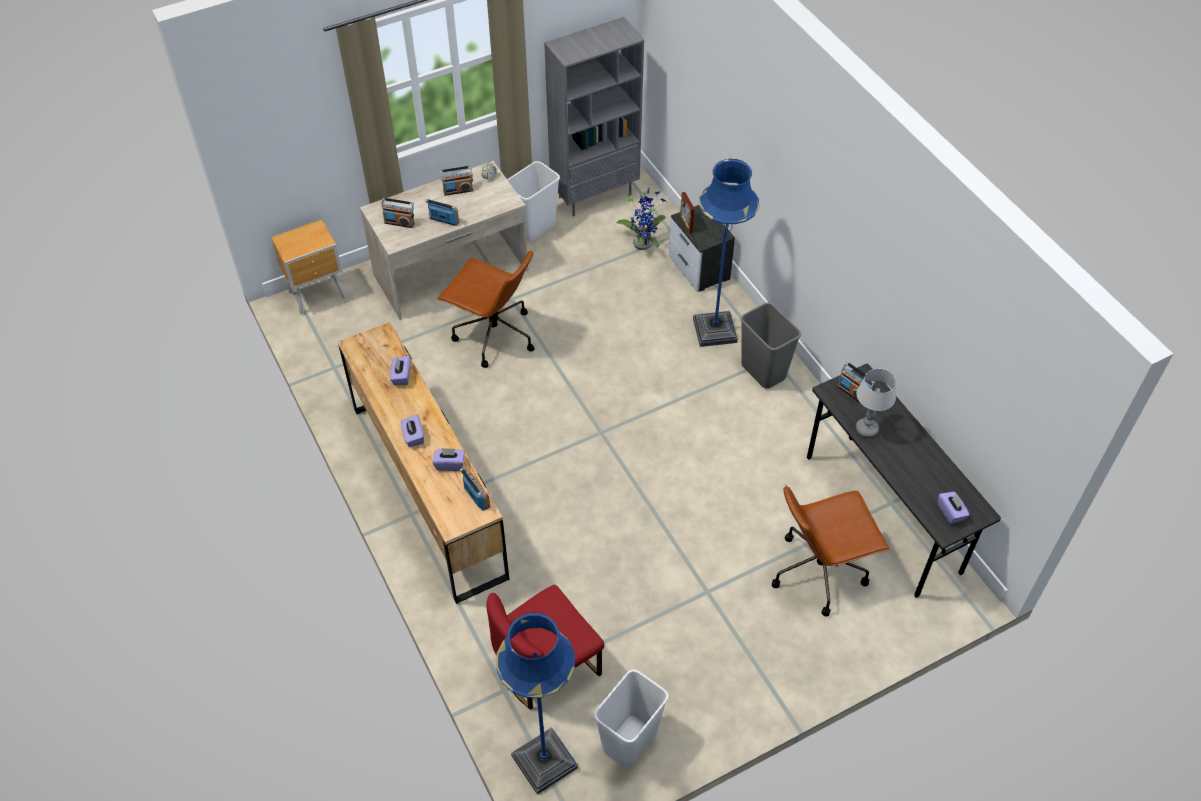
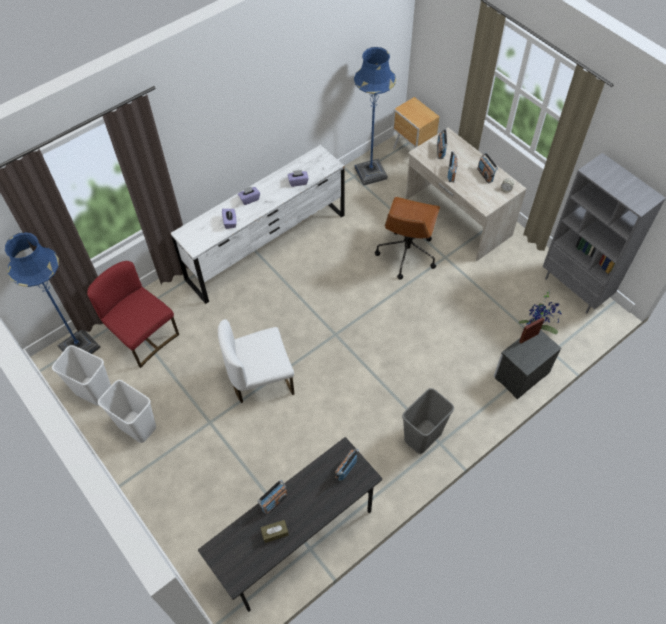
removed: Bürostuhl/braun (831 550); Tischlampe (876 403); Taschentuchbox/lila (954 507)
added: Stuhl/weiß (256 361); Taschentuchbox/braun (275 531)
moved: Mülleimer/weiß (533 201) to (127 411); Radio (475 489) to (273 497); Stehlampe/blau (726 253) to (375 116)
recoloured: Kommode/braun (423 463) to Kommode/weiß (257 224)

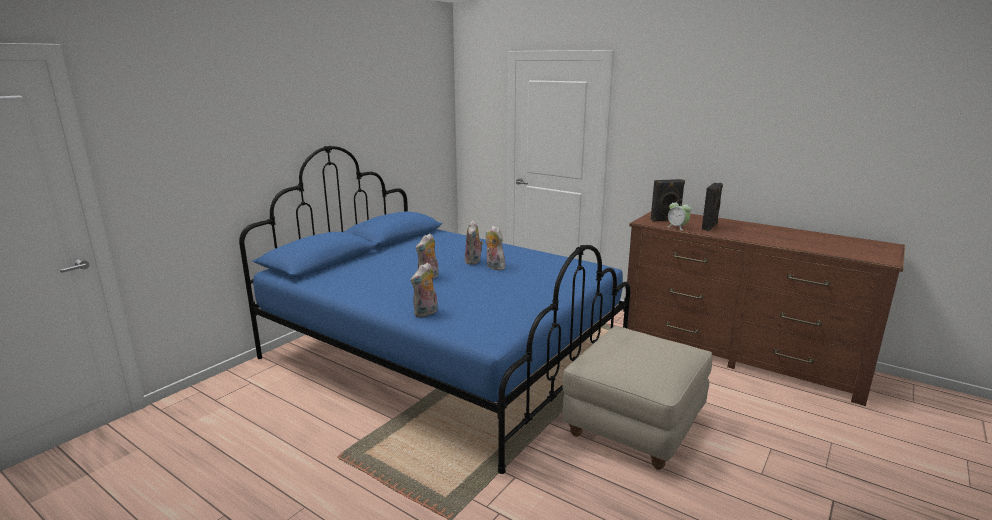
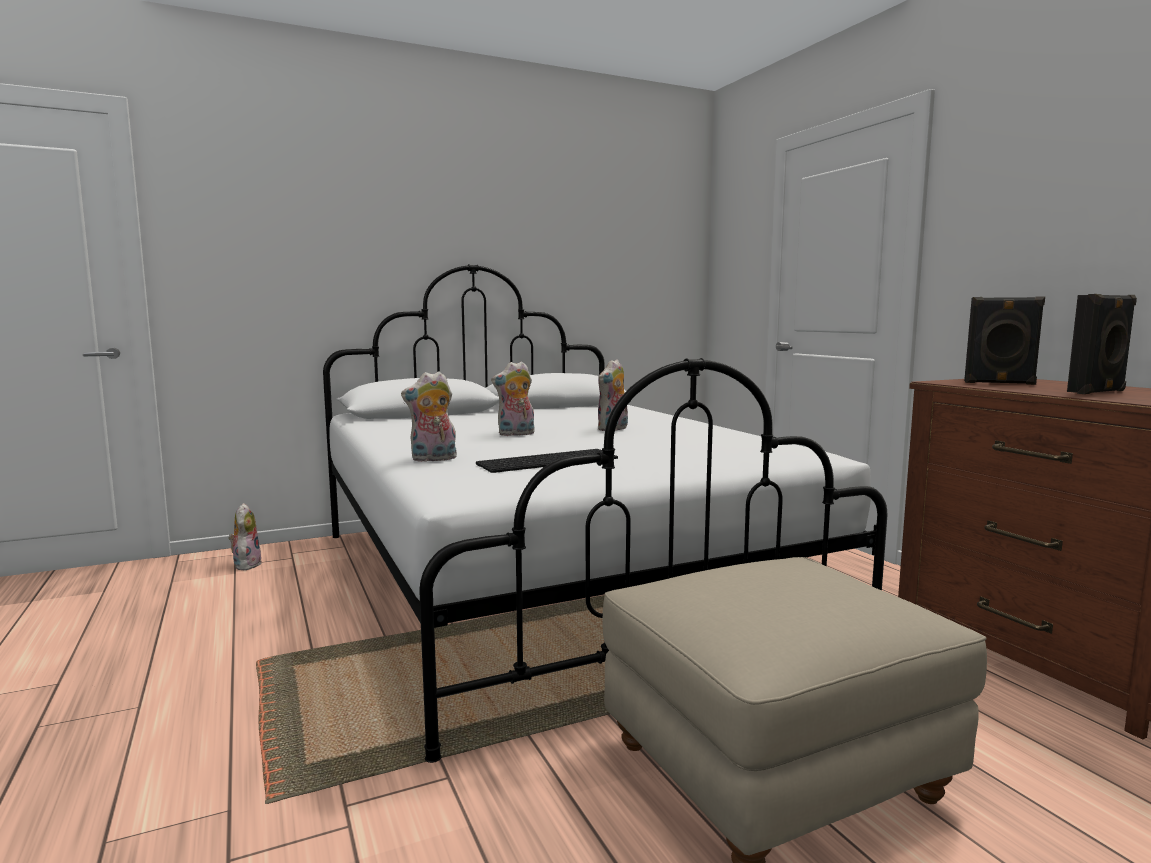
removed: Wecker (678 215)
added: Tastatur (547 461)
moved: Plüschtier (495 248) to (245 536)
recoloured: Bett/blau (435 309) to Bett/weiß (605 513)

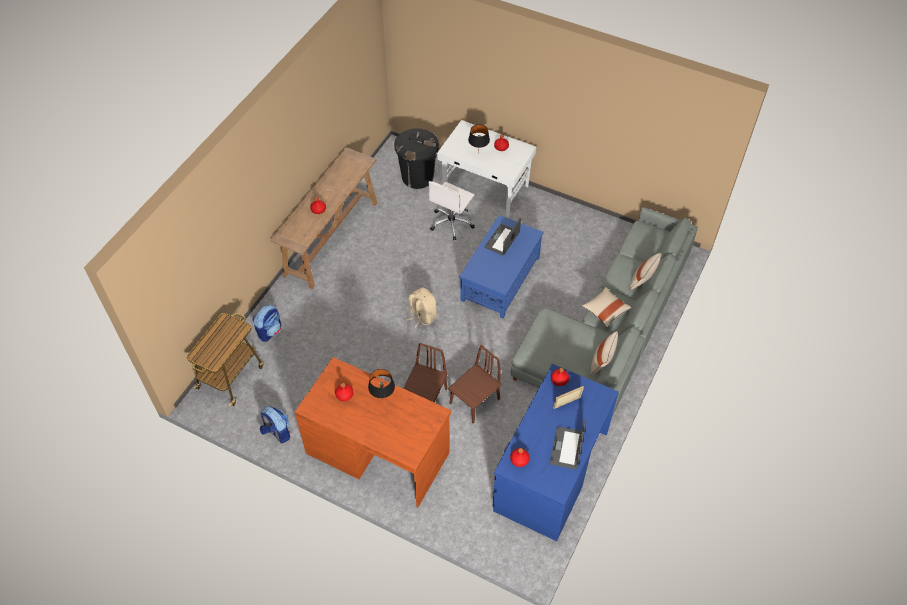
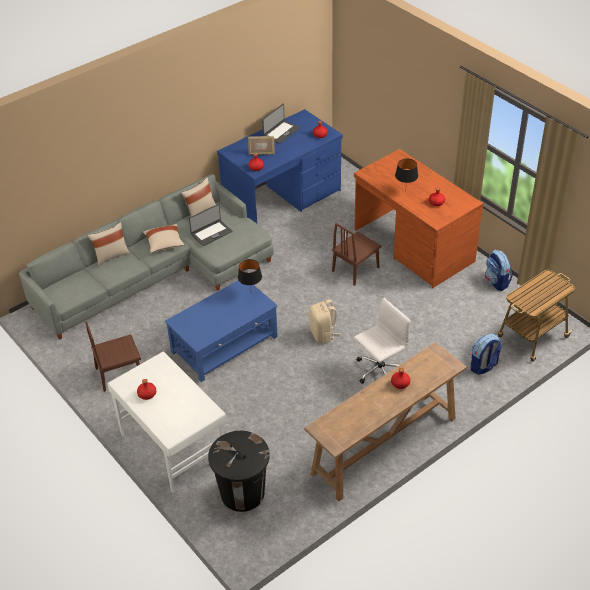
moved: Stuhl/braun (474 384) to (113 356); Laptop (503 236) to (210 225); Tischlampe/schwarz (479 136) to (250 273); Bürostuhl/weiß (451 210) to (382 341)

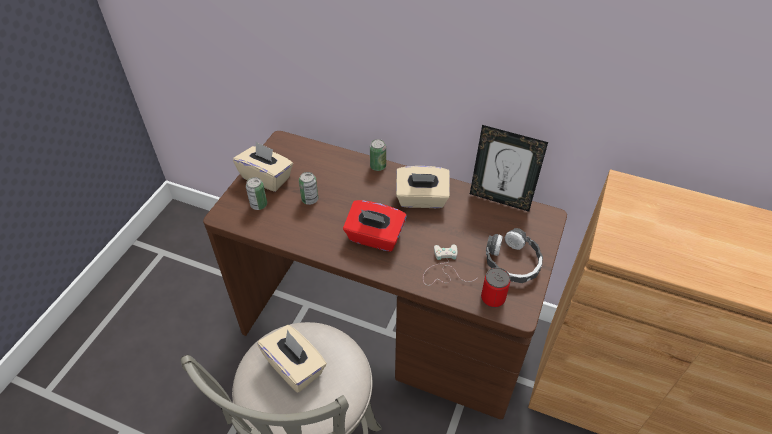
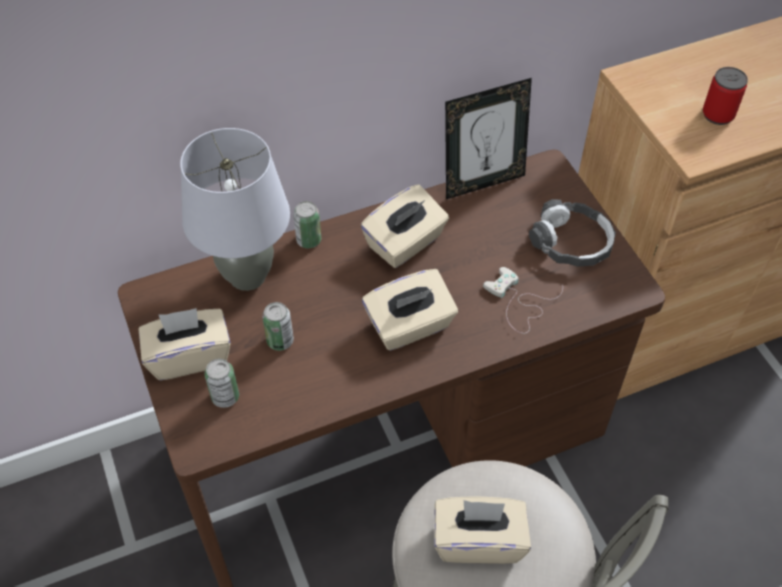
added: Tischlampe/grau (235 209)
moved: Dose (495 287) to (725 96)
recoloured: Taschentuchbox/rot (375 226) to Taschentuchbox/beige (410 310)

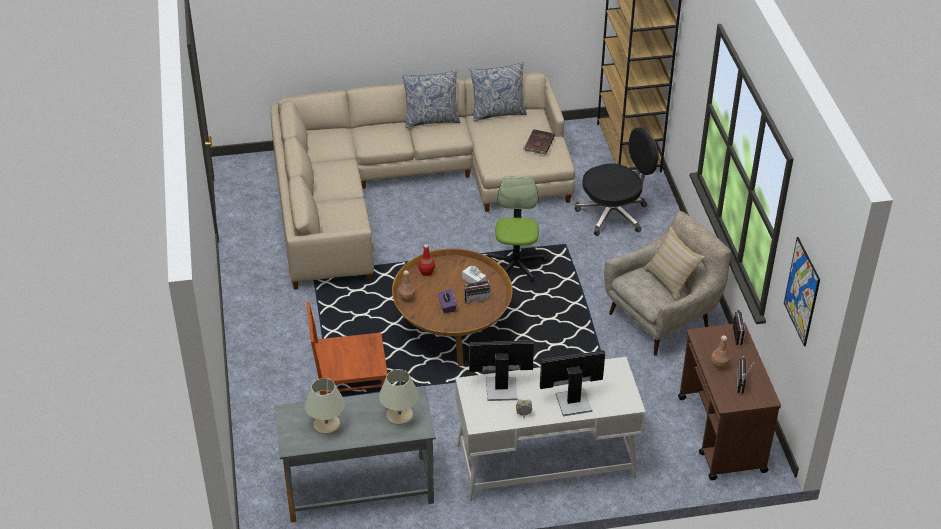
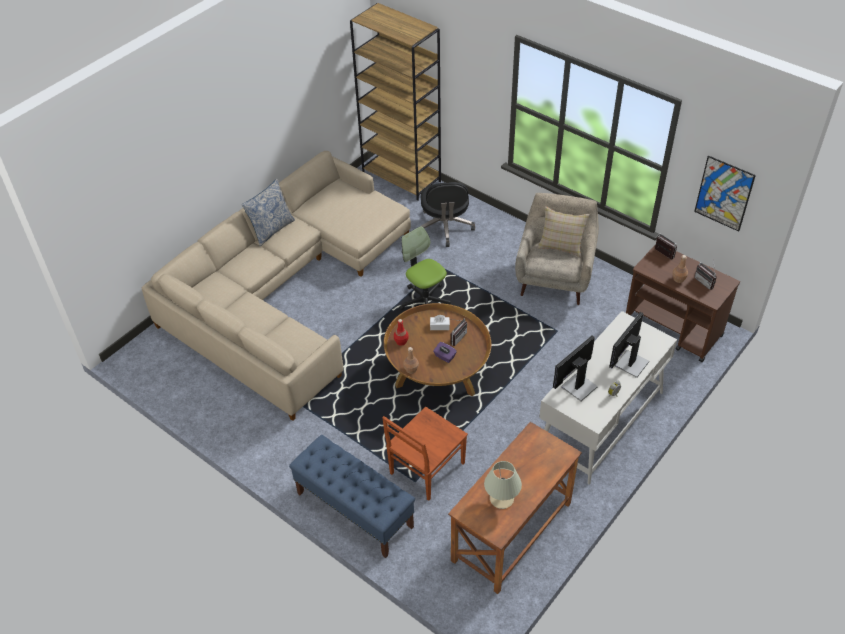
removed: Tischlampe/beige (399 397); Kissen (498 91); Buch/braun (539 141)
added: Bank/blau (352 496)
recoloured: Schreibtisch/grau (355 455) to Schreibtisch/braun (515 508)
turned: Bürostuhl/schwarz (616 182) = (448 214) 150 degrees clockwise

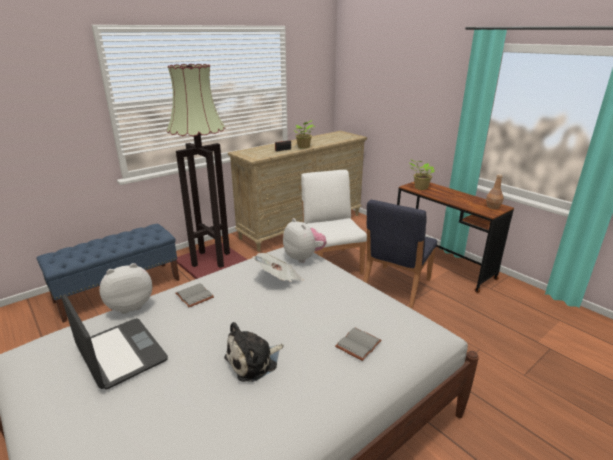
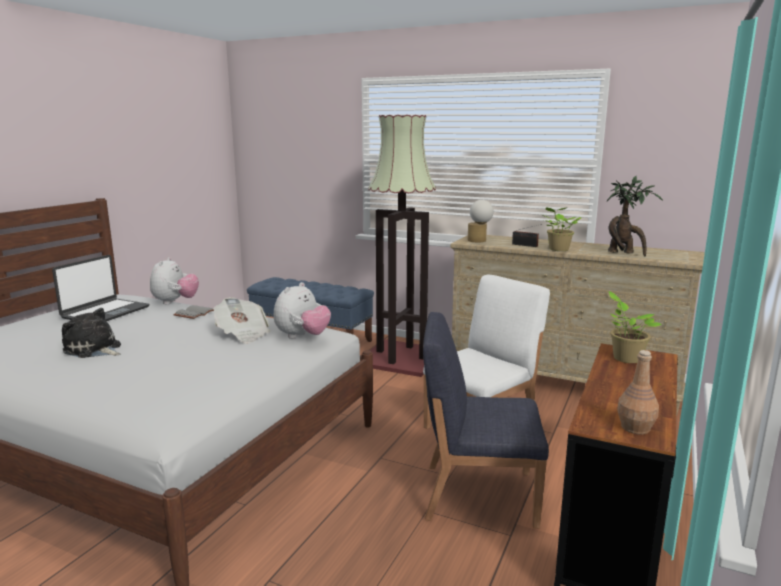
removed: Buch/grau (358 344)
added: Tischlampe (481 221); Topfpflanze (635 215)
turned: Plüschtier (125 288) = (174 280) 60 degrees clockwise

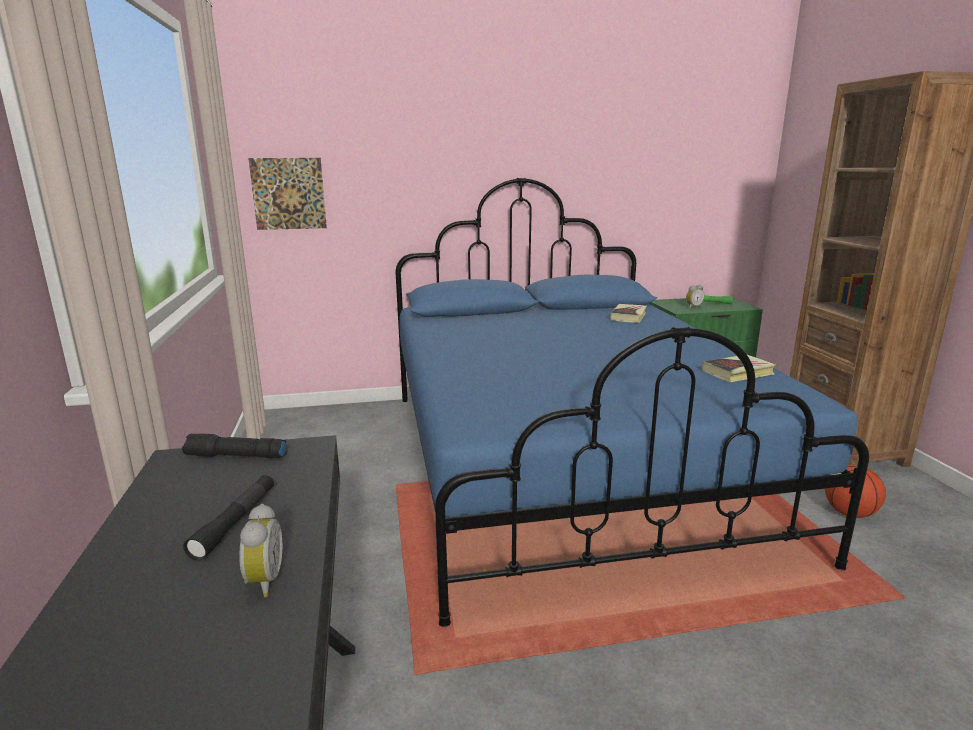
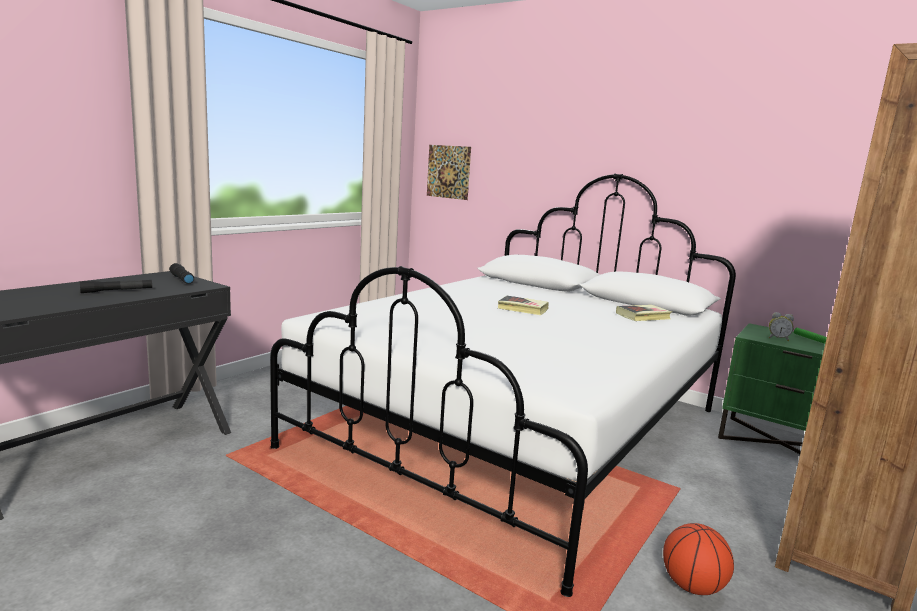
removed: Wecker (260 550)
moved: Buch (739 368) to (523 305)
recoloured: Bett/blau (632 402) to Bett/weiß (503 385)

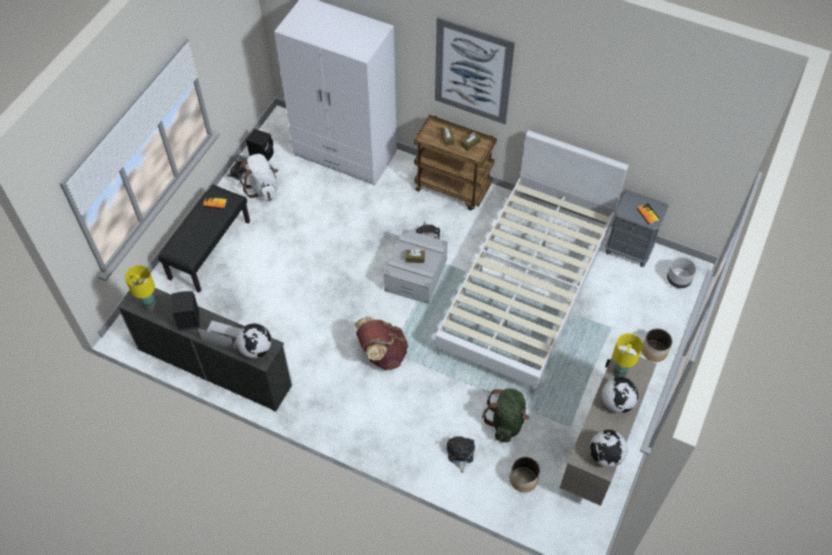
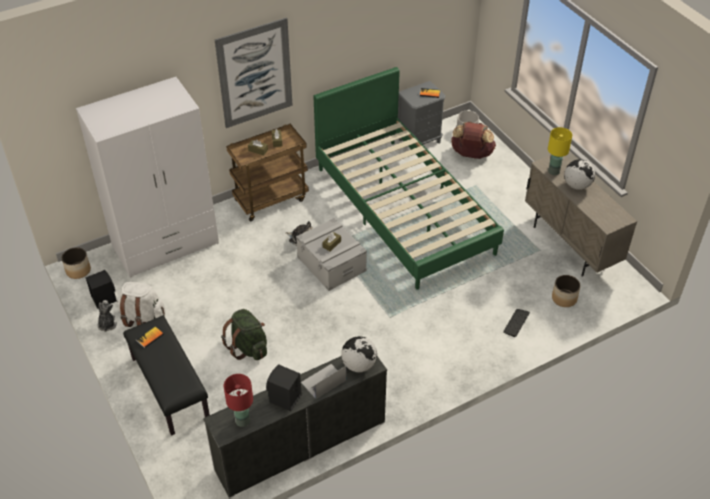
removed: Globus (608 448)
moved: Pflanzkübel (657 345) to (76 263); Rucksack/grün (505 415) to (244 334); Rucksack/braun (381 343) to (473 140)
replaced: Plüschtier (461 454) to Tastatur (516 323)
recoloured: Tischlampe/gelb (141 288) to Tischlampe/rot (238 400); Bett/weiß (532 262) to Bett/grün (409 178)

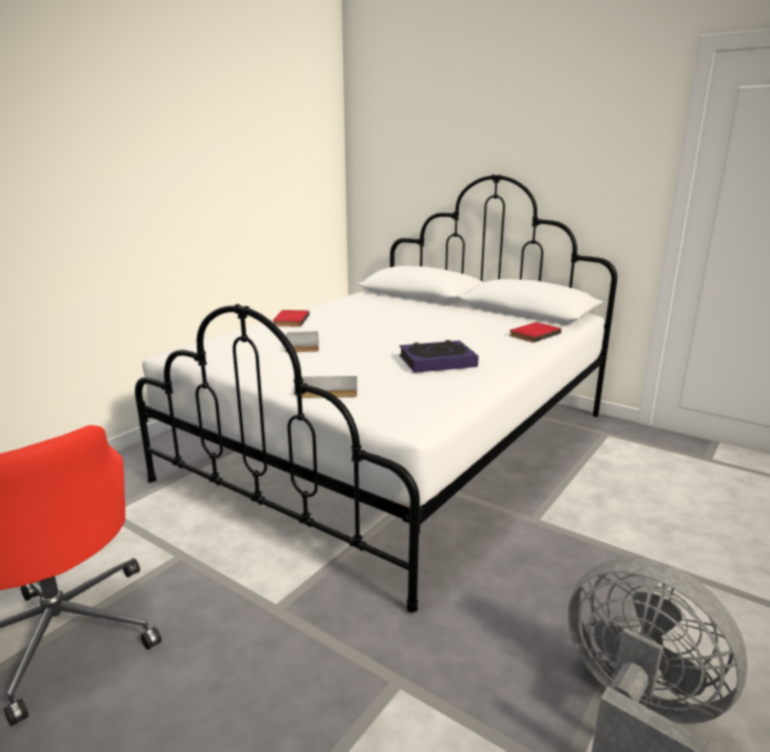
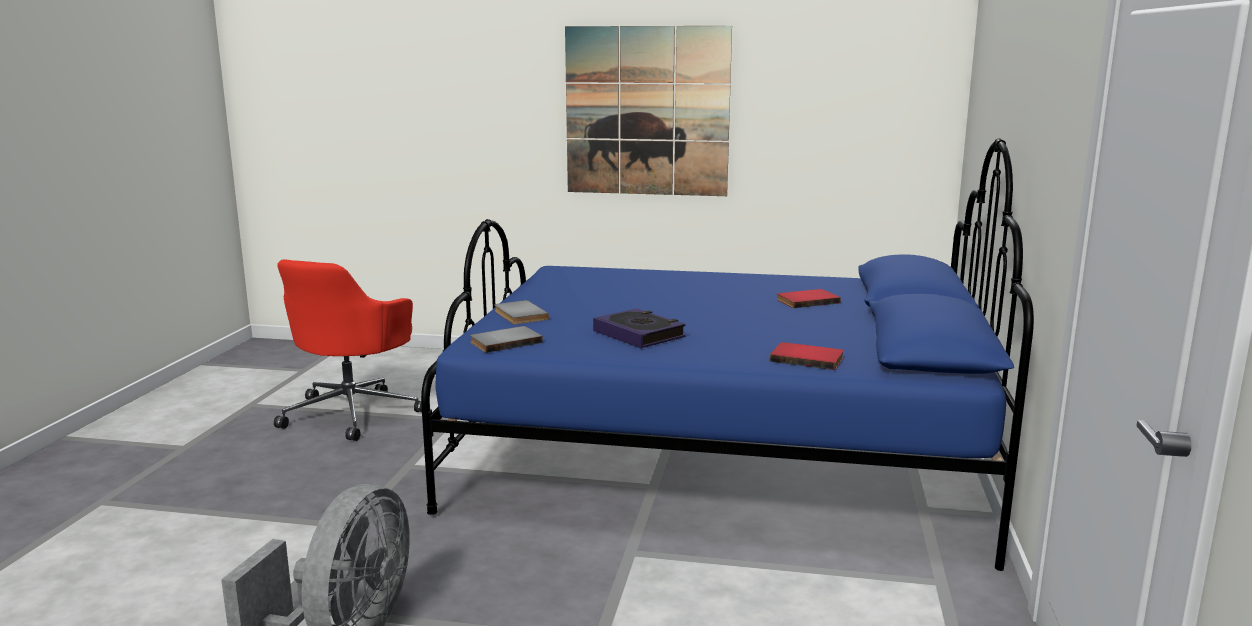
added: Bild (648 111)
moved: Buch/grau (302 342) to (506 339); Buch/rot (291 318) to (809 298)
recoloured: Bett/weiß (376 393) to Bett/blau (727 355)

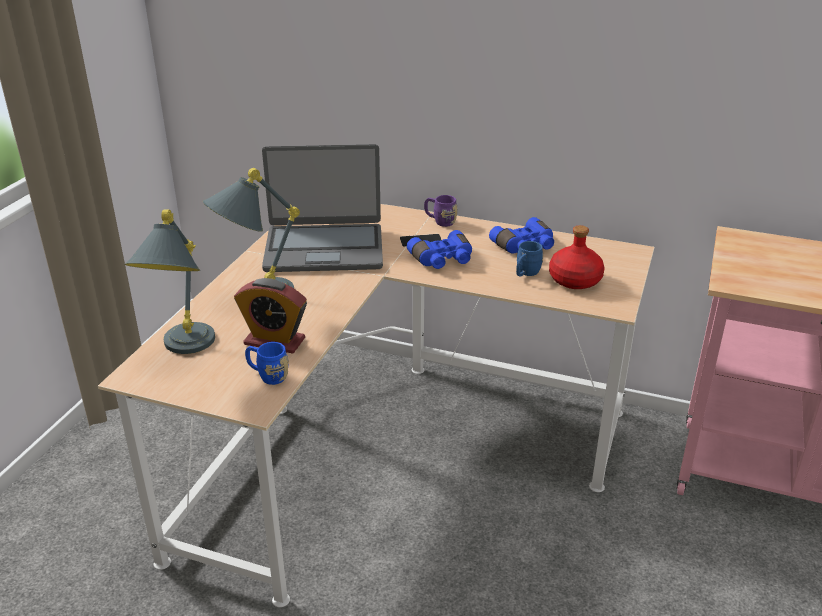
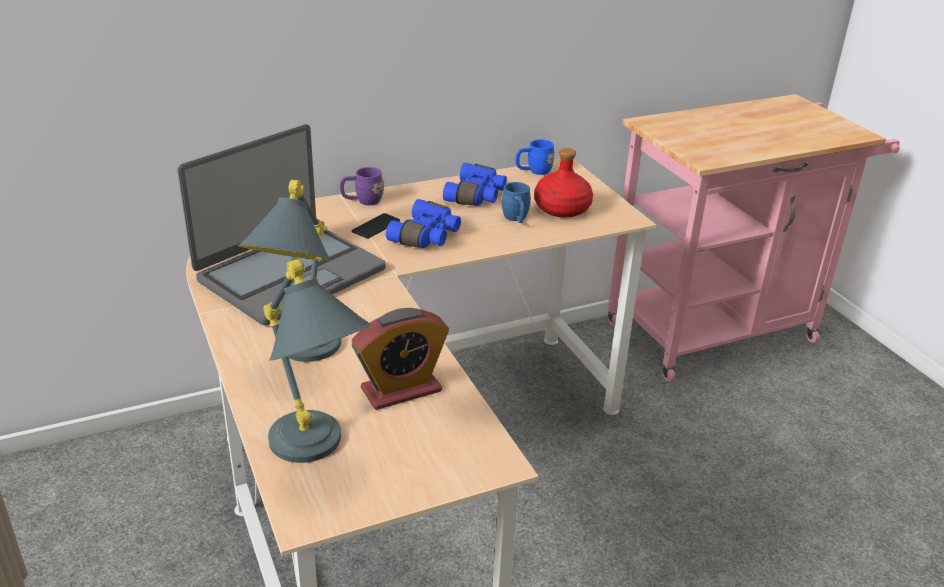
moved: Henkelbecher/blau (267 363) to (535 157)

